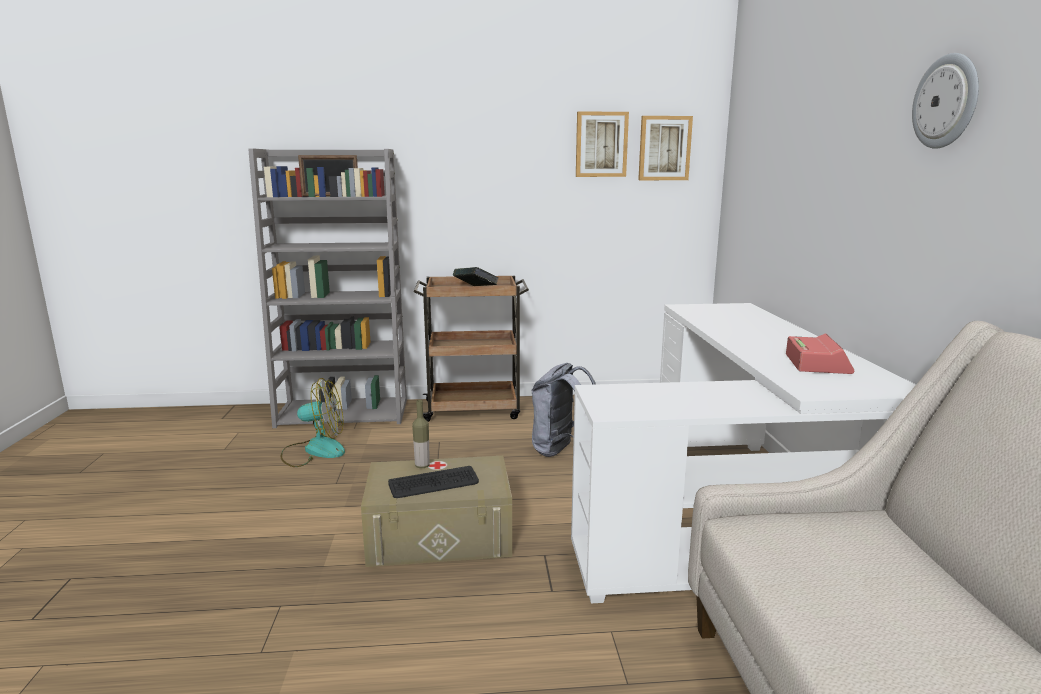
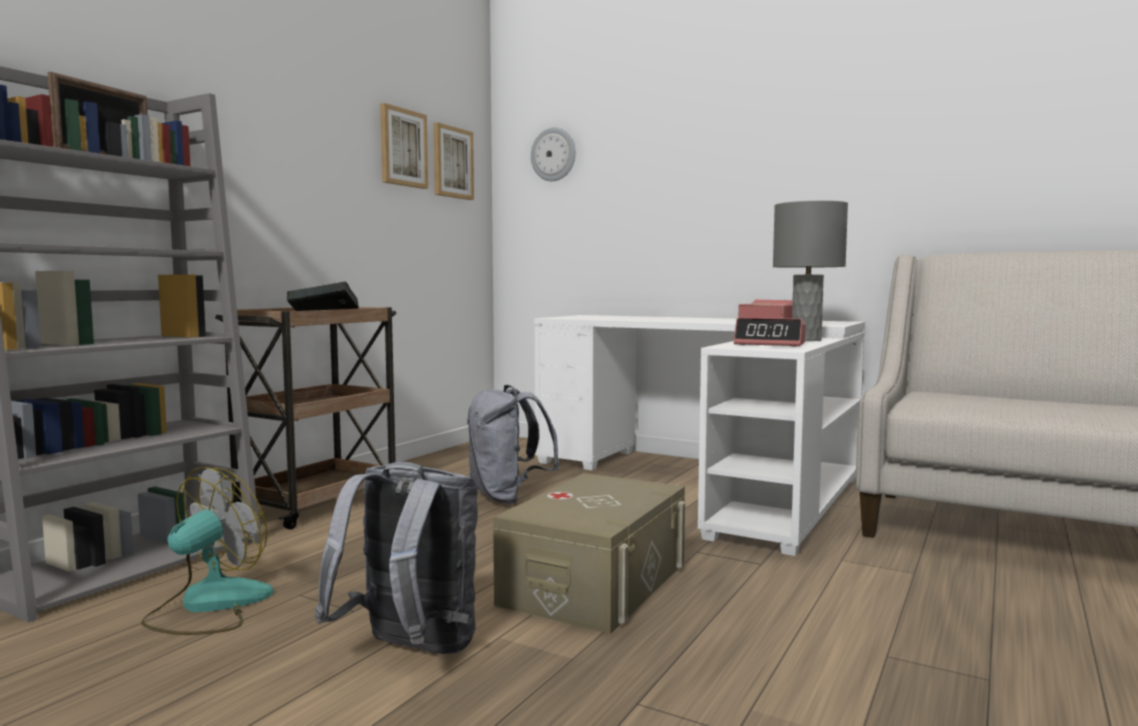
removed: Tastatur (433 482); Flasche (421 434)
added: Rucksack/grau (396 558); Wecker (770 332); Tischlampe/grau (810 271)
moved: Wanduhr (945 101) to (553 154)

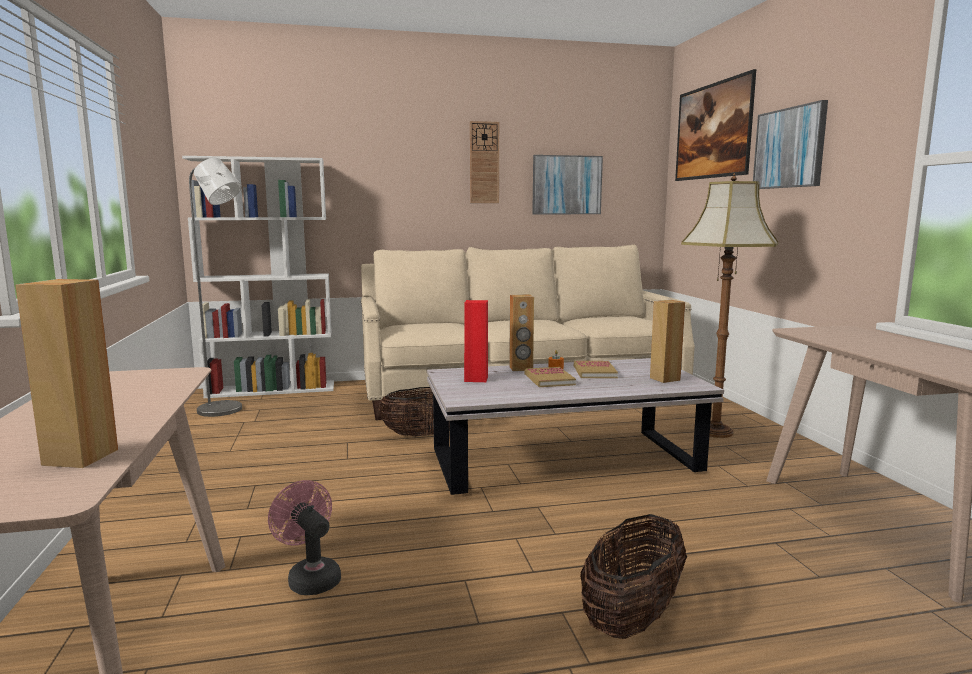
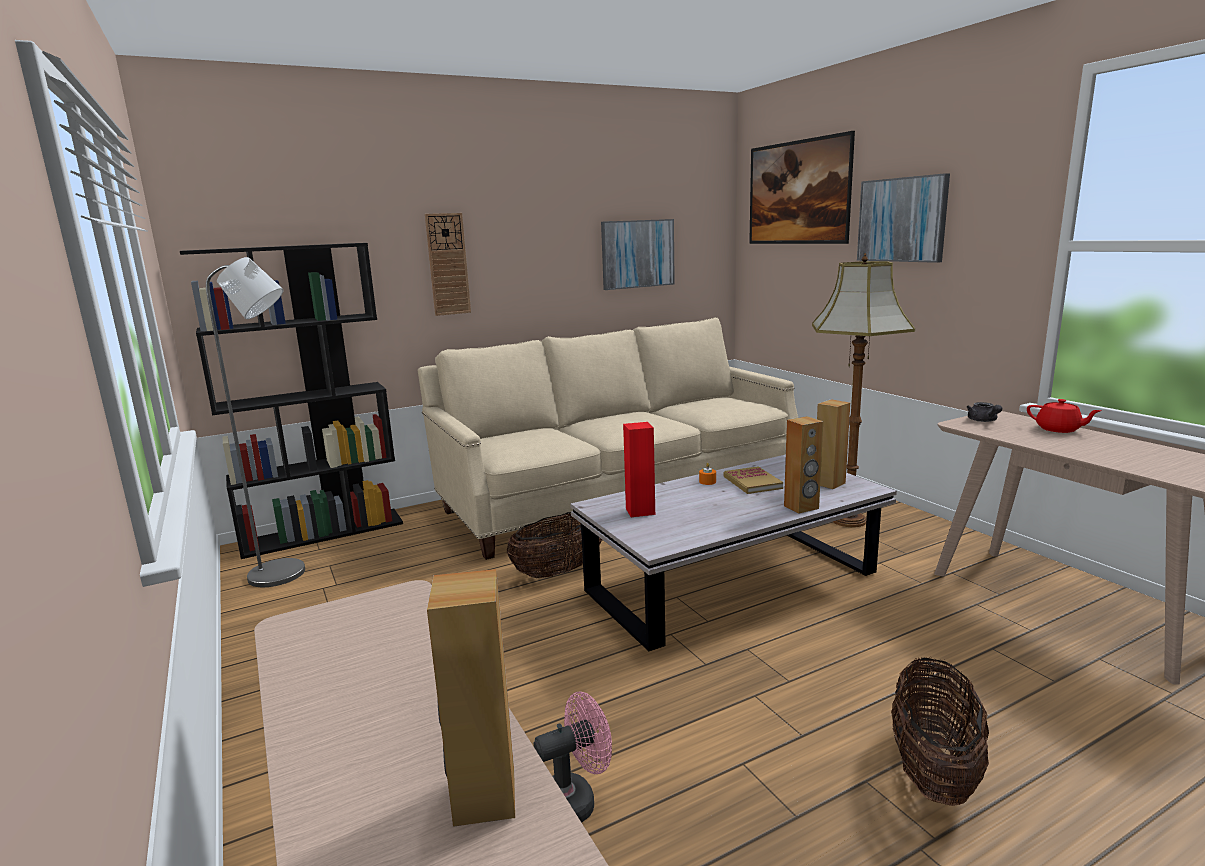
removed: Buch (550 377)
added: Teekanne/grau (984 412); Teekanne/rot (1064 416)
moved: Wanduhr (484 162) to (448 264); Lautsprecher/braun (521 332) to (803 465)
recoloured: Bücherregal/weiß (258 277) to Bücherregal/schwarz (291 401)
turned: Ventilator/rosa (304 537) = (573 757) 120 degrees clockwise

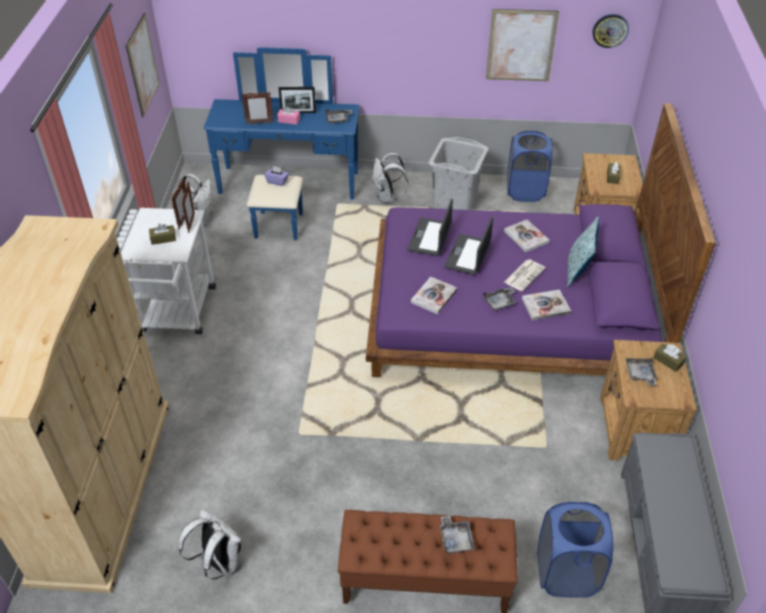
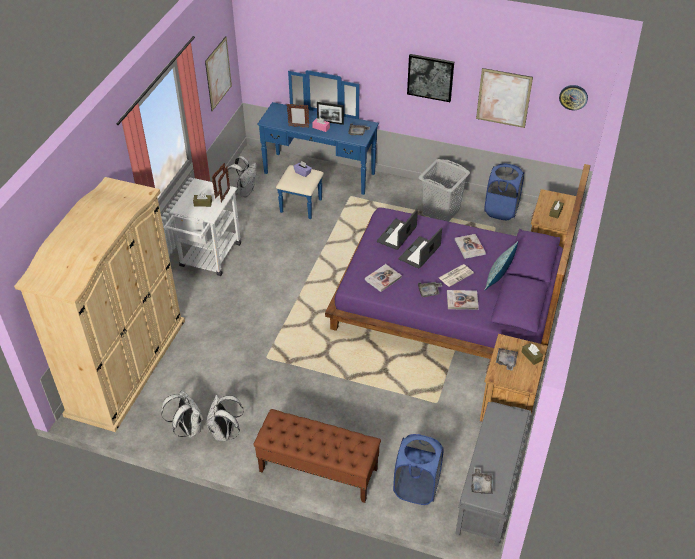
added: Bild (430 78)
moved: Rucksack/weiß (390 178) to (225 418); Tablett/grau (457 535) to (482 480)

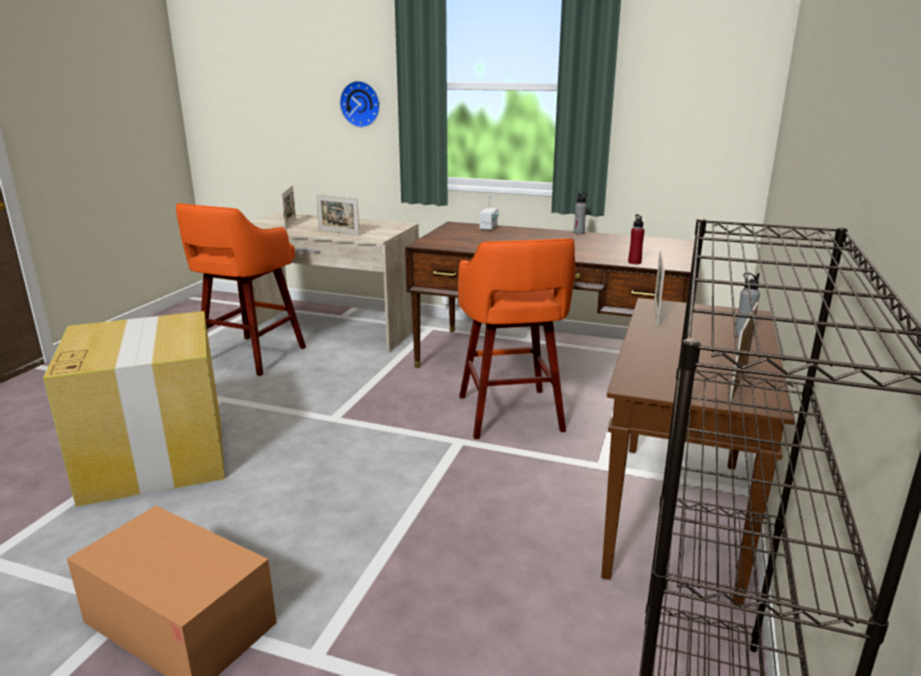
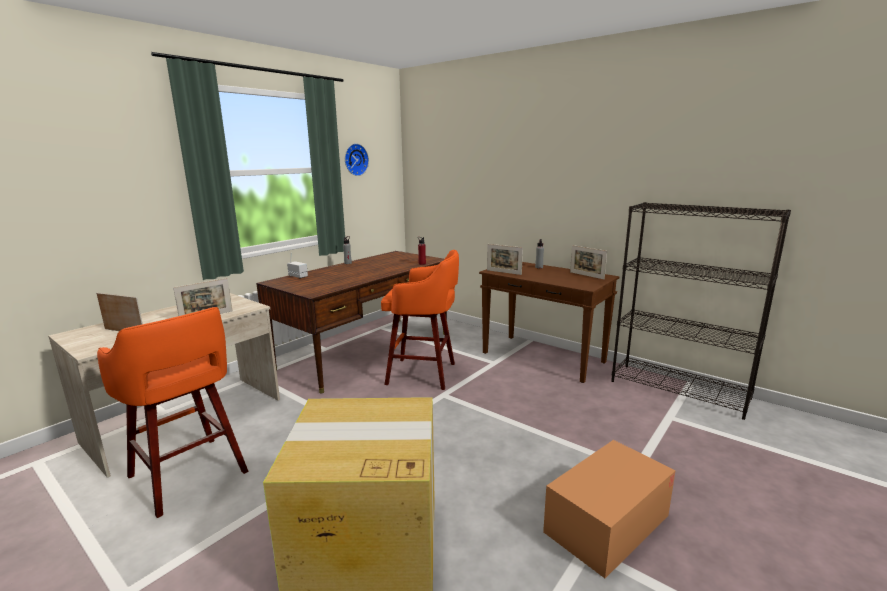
moved: Wanduhr (360 104) to (357 160)

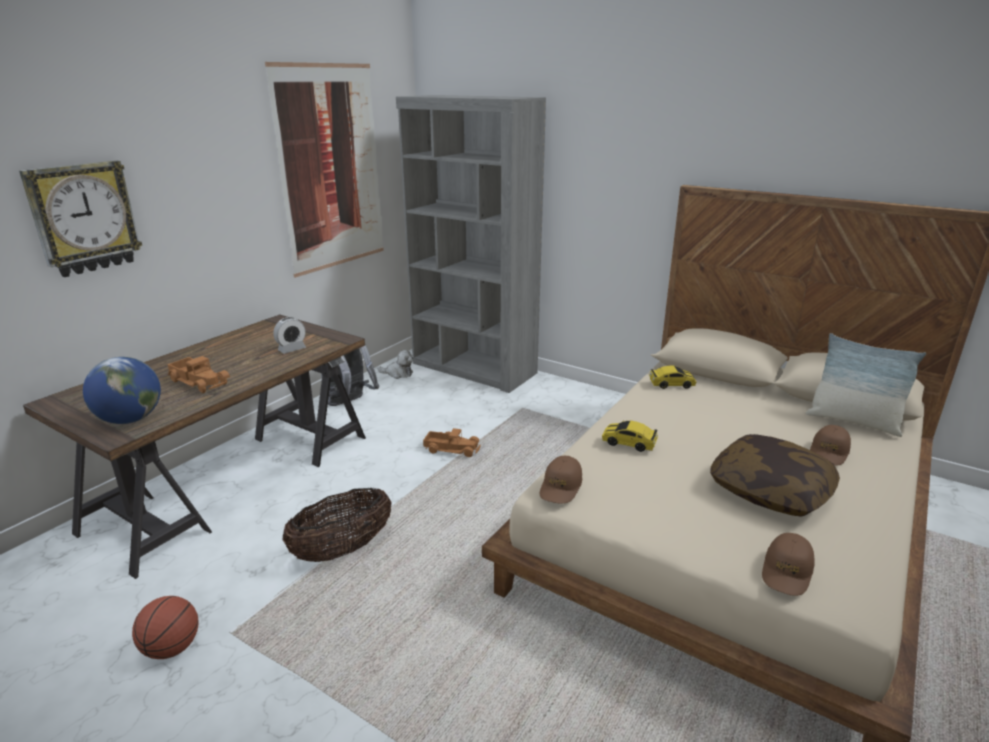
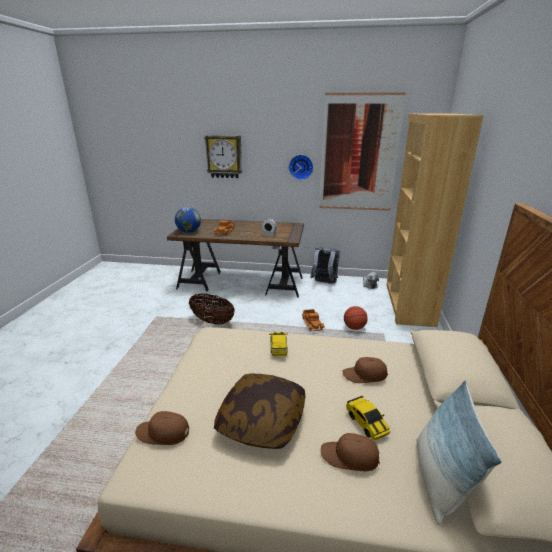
added: Wanduhr (301 167)
moved: Kappe/braun (561 480) to (365 370); Basketball (165 627) to (356 318); Spielzeugauto (672 377) to (368 418)
recoloured: Bücherregal/grau (471 244) to Bücherregal/braun (435 220)

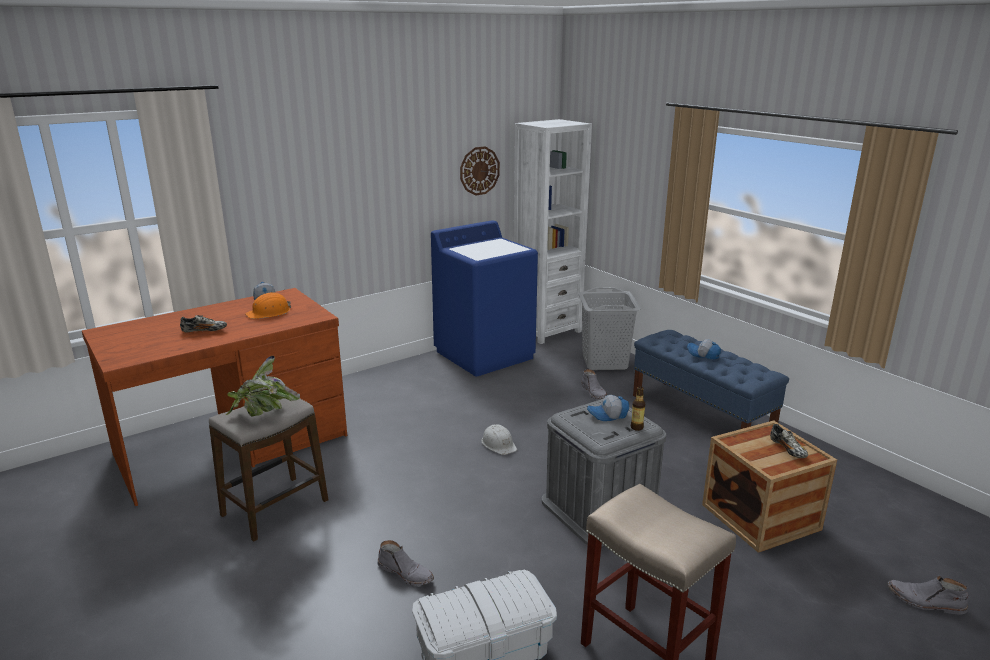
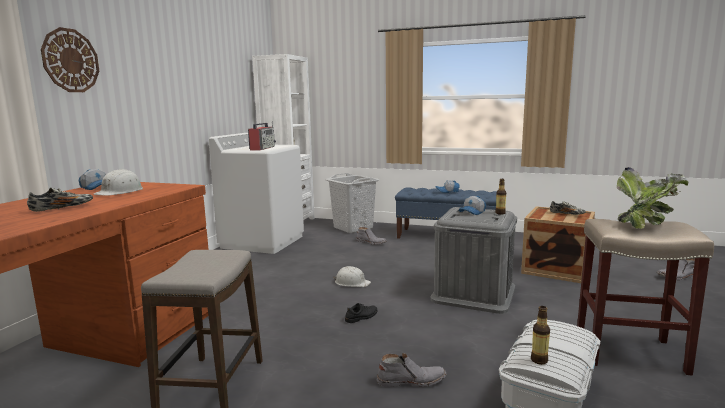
added: Radio (262 135); Schuh/schwarz (361 313); Flasche (540 335)
moved: Wanduhr (480 171) to (70 59); Topfpflanze (263 386) to (652 198)
recoloured: Schutzhelm/orange (268 305) to Schutzhelm/weiß (118 182); Waschmaschine/blau (484 298) to Waschmaschine/weiß (256 193)

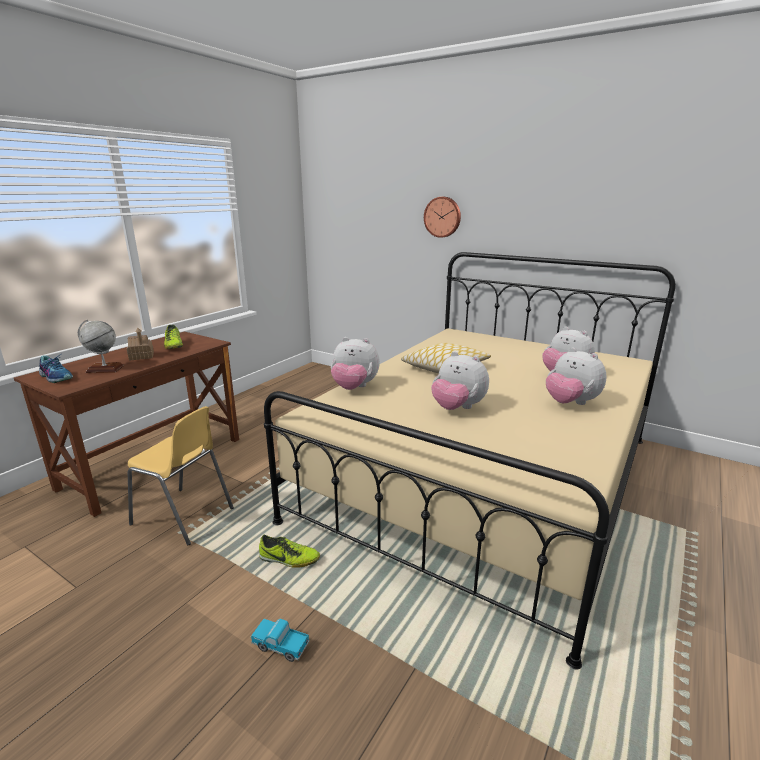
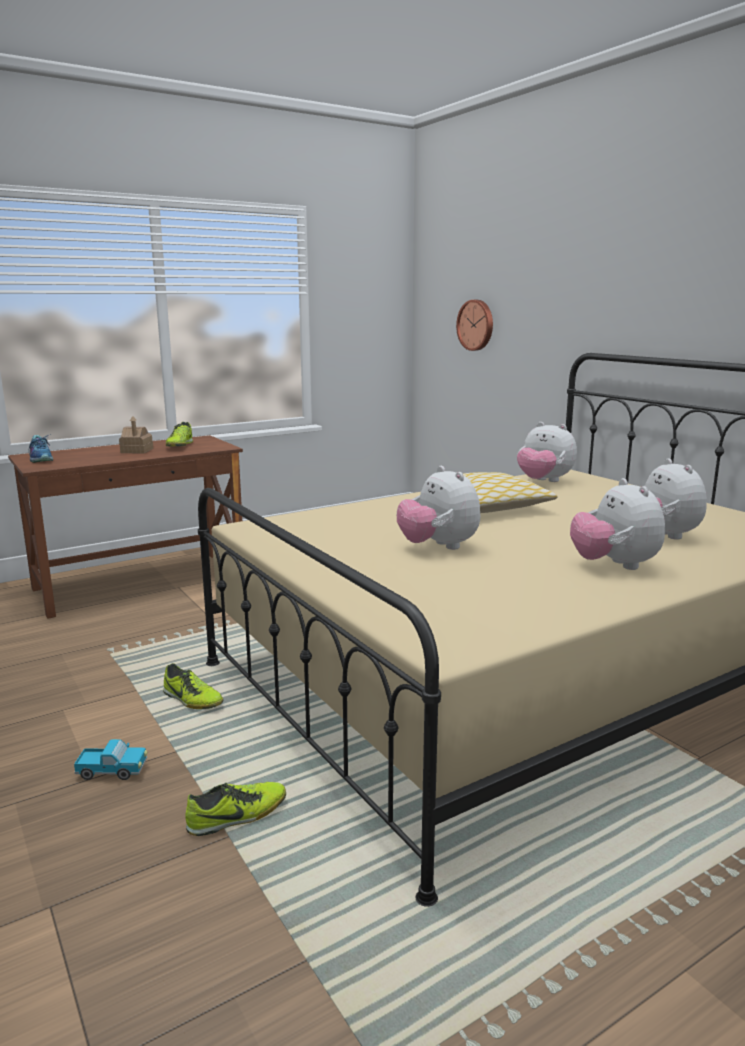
removed: Globus (101 346); Stuhl/gelb (181 475)
added: Schuh (235 809)
moved: Wanduhr (442 217) to (474 325); Plüschtier (355 363) to (547 452)
turned: Spielzeuglaster (280 640) = (111 759) 135 degrees clockwise

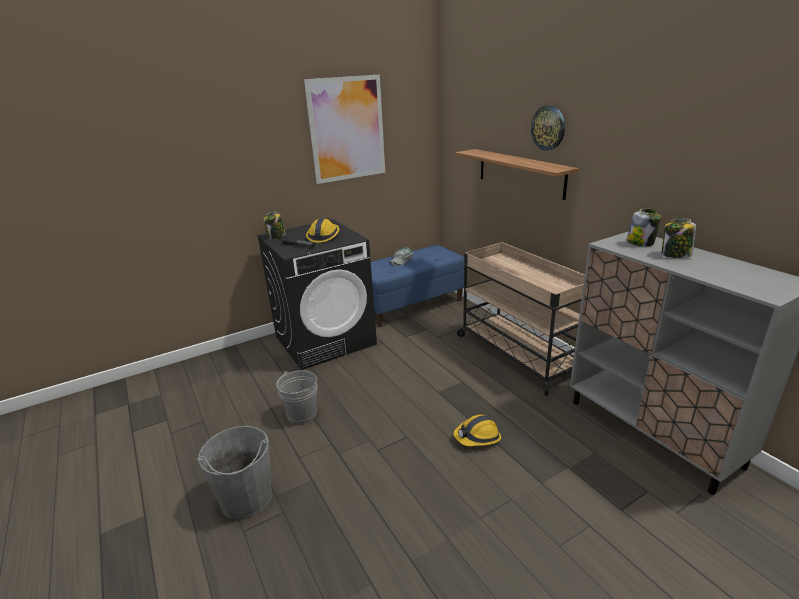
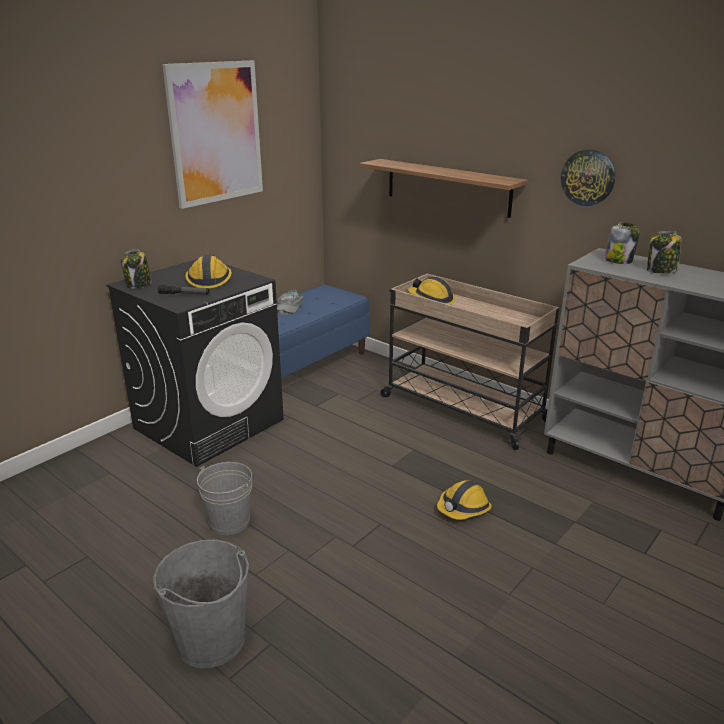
added: Schutzhelm (431 291)
moved: Wanduhr (548 127) to (588 177)

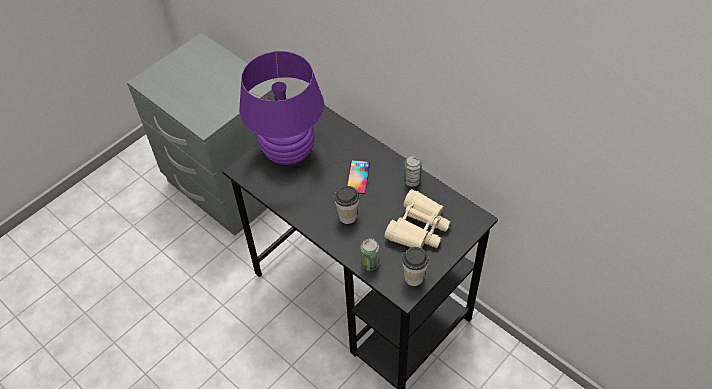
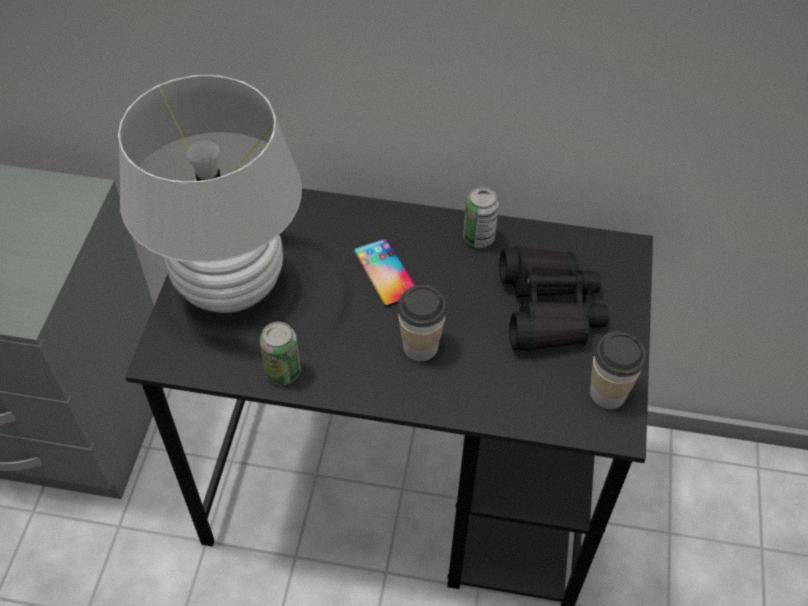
moved: Dose (369 254) to (280 353)
recoloured: Tischlampe/lila (281 108) to Tischlampe/weiß (210 194); Fernglas/beige (417 218) to Fernglas/schwarz (554 298)

